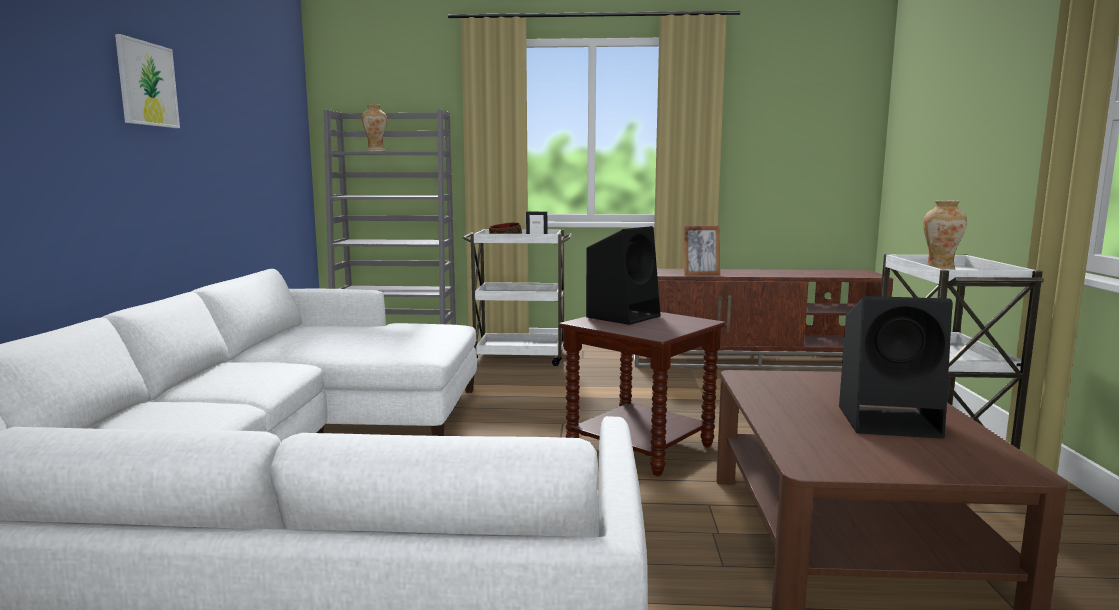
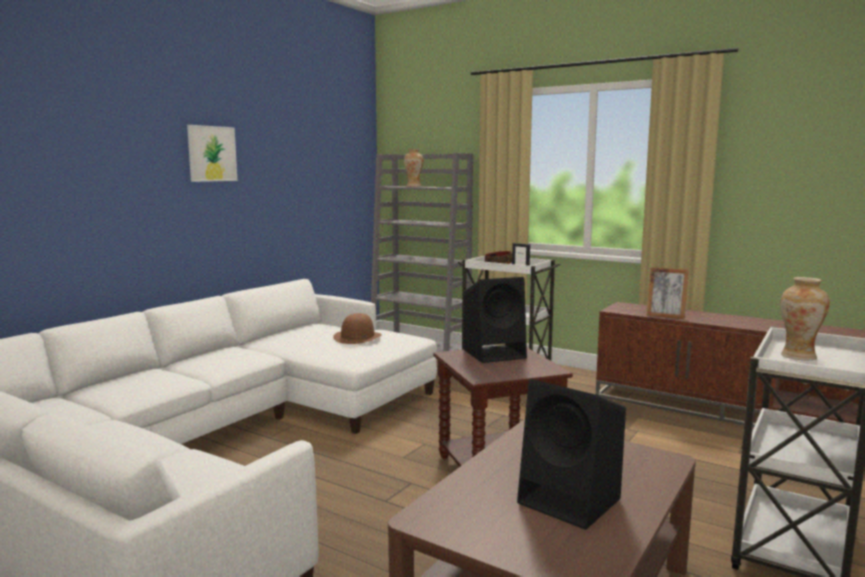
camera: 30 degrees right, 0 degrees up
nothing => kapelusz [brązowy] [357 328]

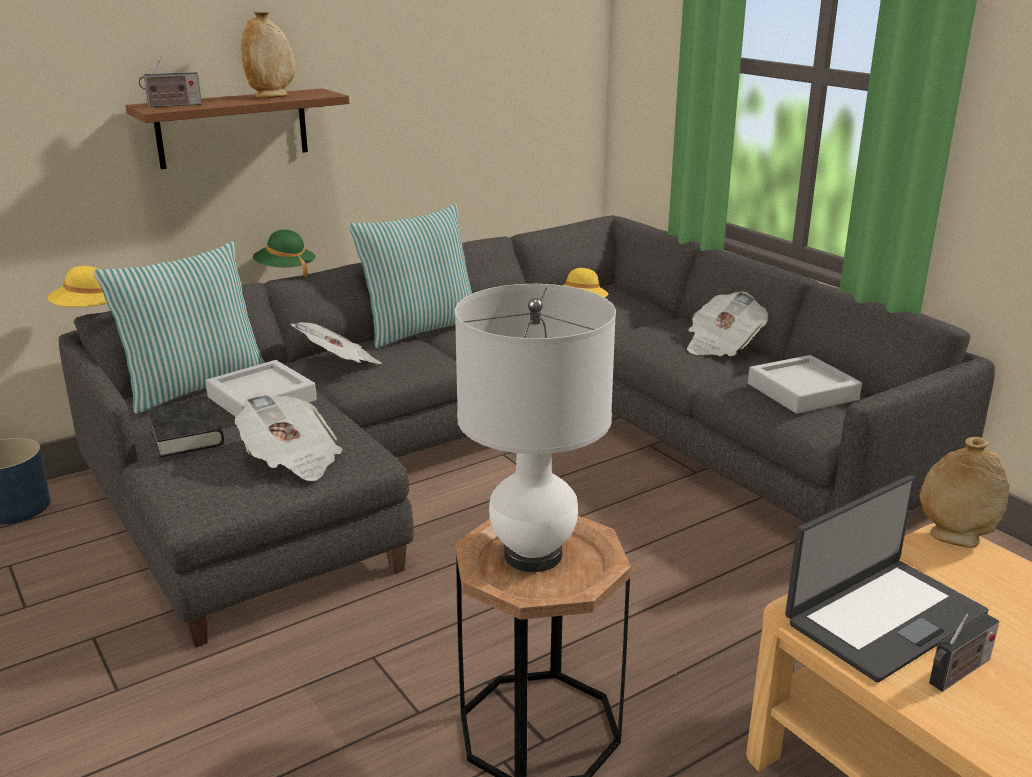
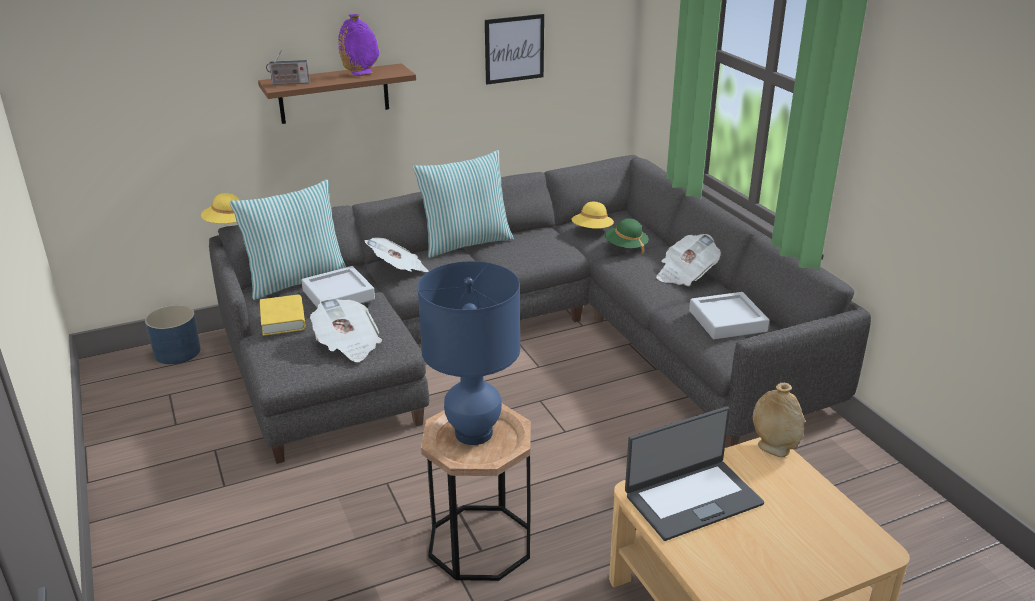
camera: 10 degrees right, 5 degrees up
książka [czarny] [186 428] => książka [żółty] [283 315]
wazon [beżowy] [268 54] => wazon [fioletowy] [358 45]
kapelusz [zielony] [284 253] => kapelusz [zielony] [627 236], move
lampa stołowa [biały] [535 428] => lampa stołowa [niebieski] [468 353]
radio [964 653] => nothing
nothing => obraz [514 49]

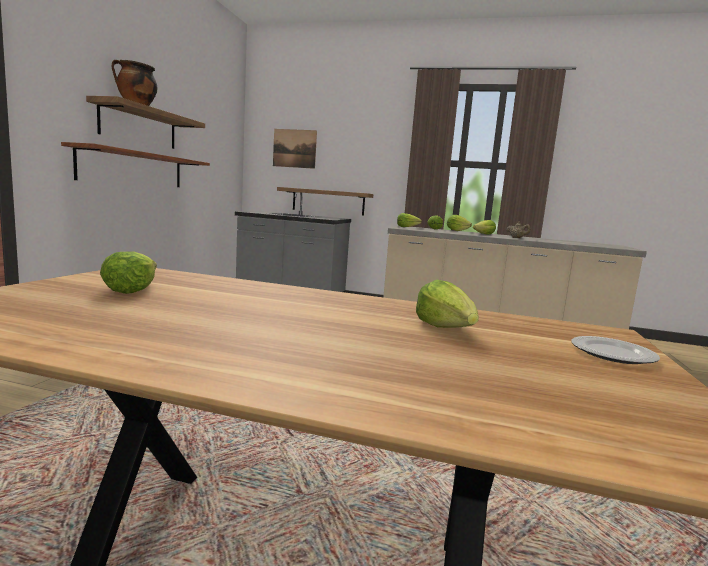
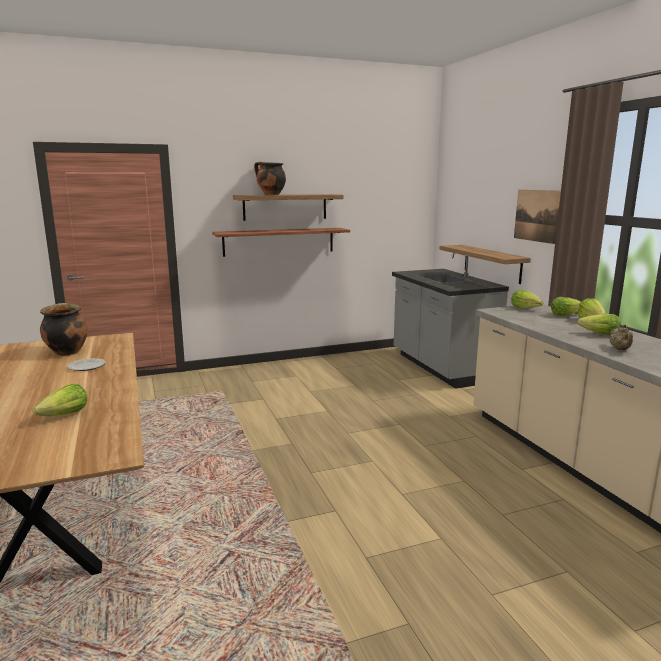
camera: 55 degrees right, 5 degrees up
sałata [128 273] => garnek [64 329]
obraz [295 149] => obraz [537 217], move
talerz [615 350] => talerz [86 364], move

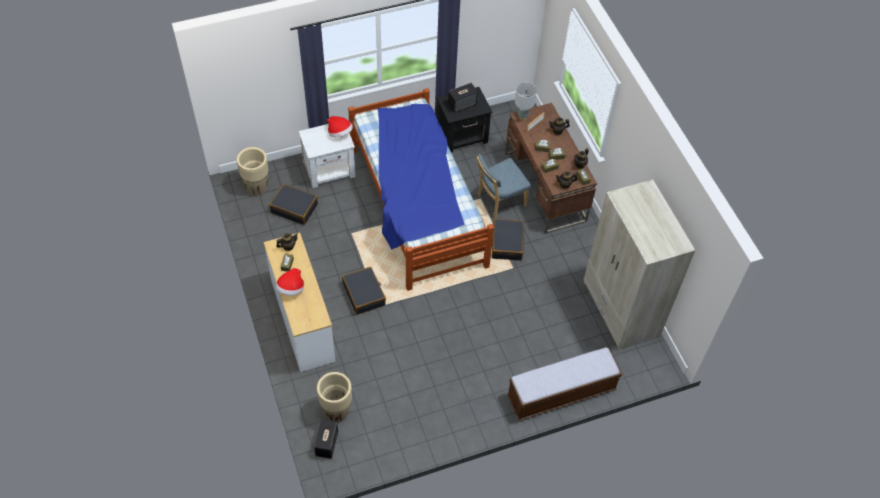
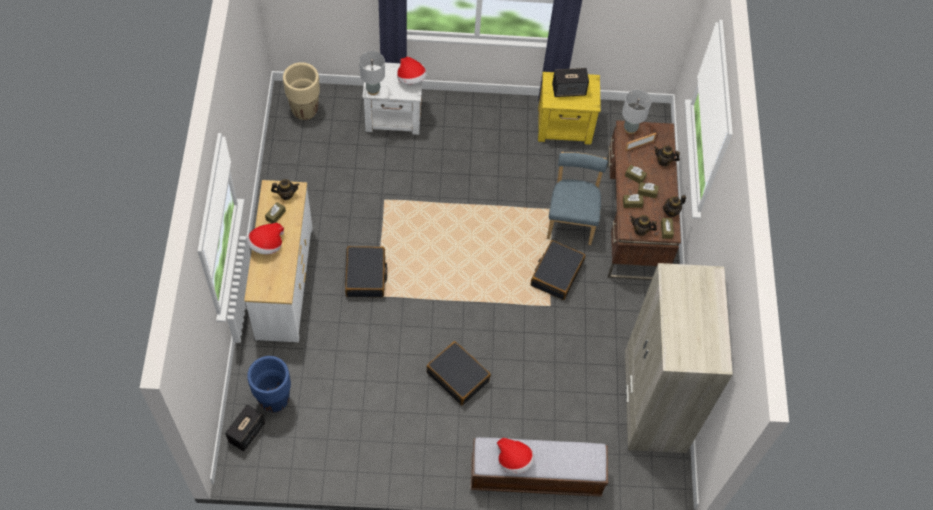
camera: 20 degrees right, 5 degrees up
walizka [czarny] [293 204] => walizka [czarny] [459 373], move
donica [beżowy] [334 397] => donica [niebieski] [269 384]
łóżko [421 189] => nothing
szafka nocna [czarny] [464 119] => szafka nocna [żółty] [569 108]
krzesło [niebieski] [504 186] => krzesło [niebieski] [577 198], 105 degrees clockwise
nothing => lampa stołowa [szary] [372 73]
nothing => kapelusz [516 456]

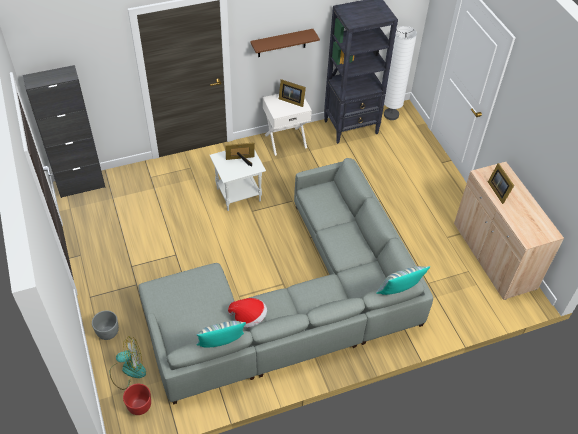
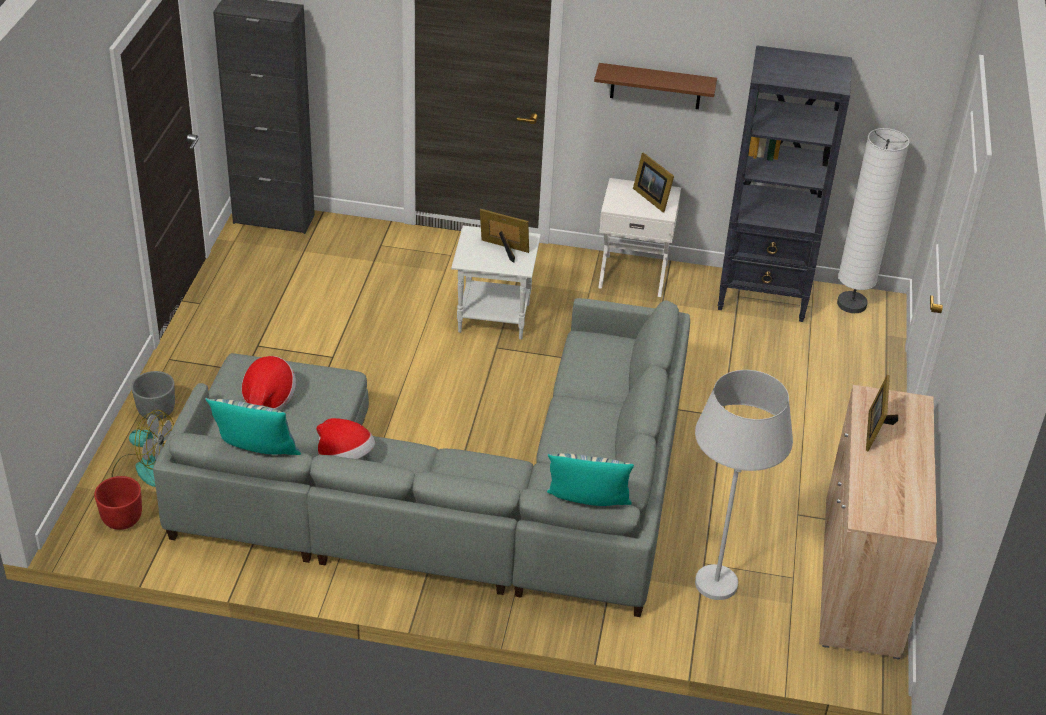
camera: 30 degrees right, 10 degrees down
nothing => kapelusz [268 383]
nothing => lampa stojąca [biały] [744 485]

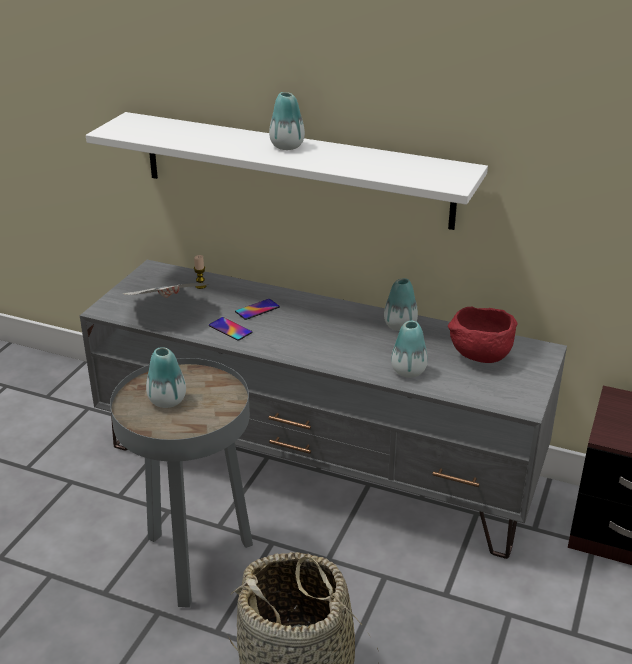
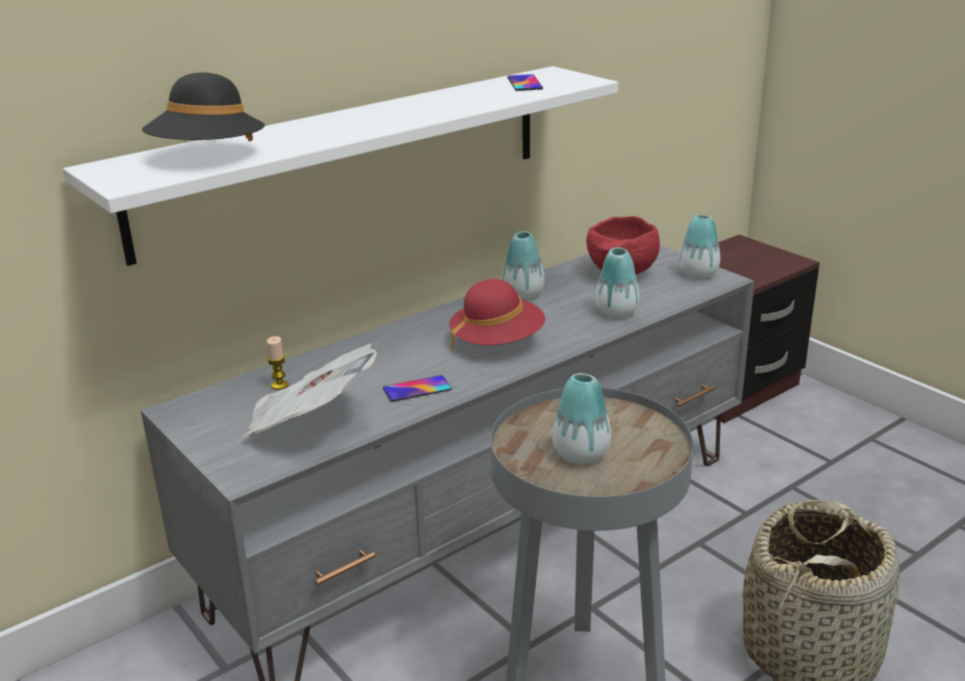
camera: 60 degrees left, 5 degrees down
telefon [257 309] => telefon [525 82], move
wazon [287 121] => wazon [699 247], move
nothing => kapelusz [czarny] [203 106]
nothing => kapelusz [czerwony] [497 314]

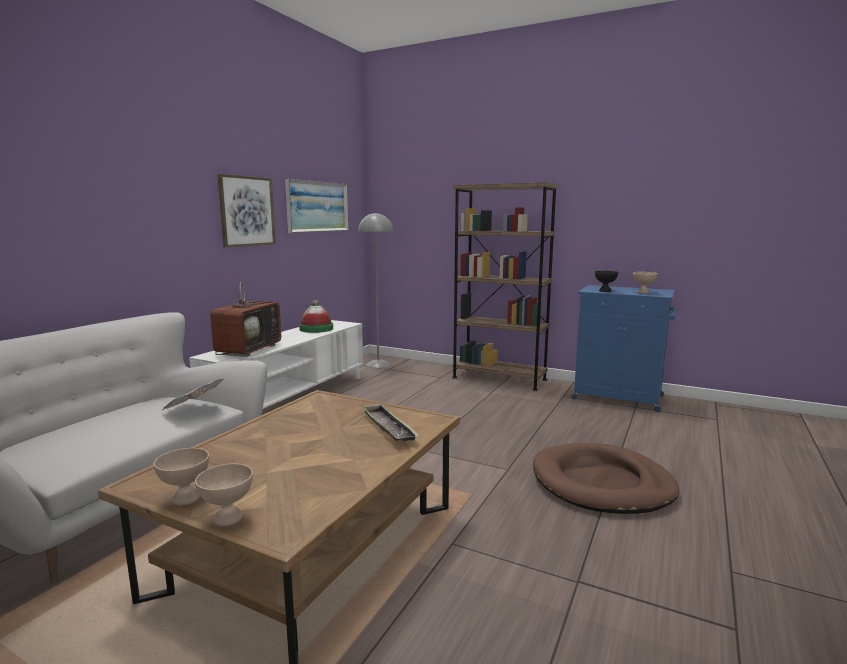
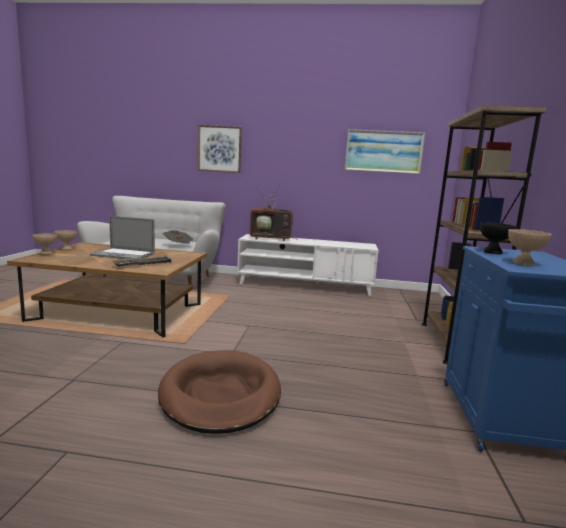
camera: 70 degrees right, 0 degrees up
obraz [246 211] => obraz [220 149], move
kapelusz [316 316] => nothing
lampa stojąca [szary] [375 290] => nothing
nothing => laptop [122 237]

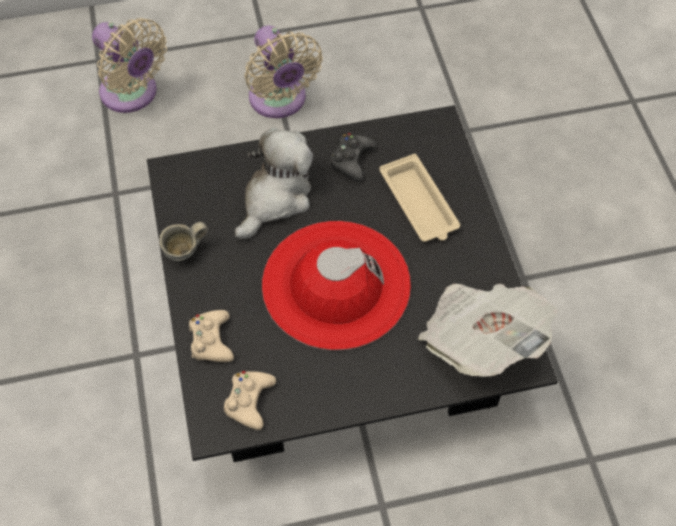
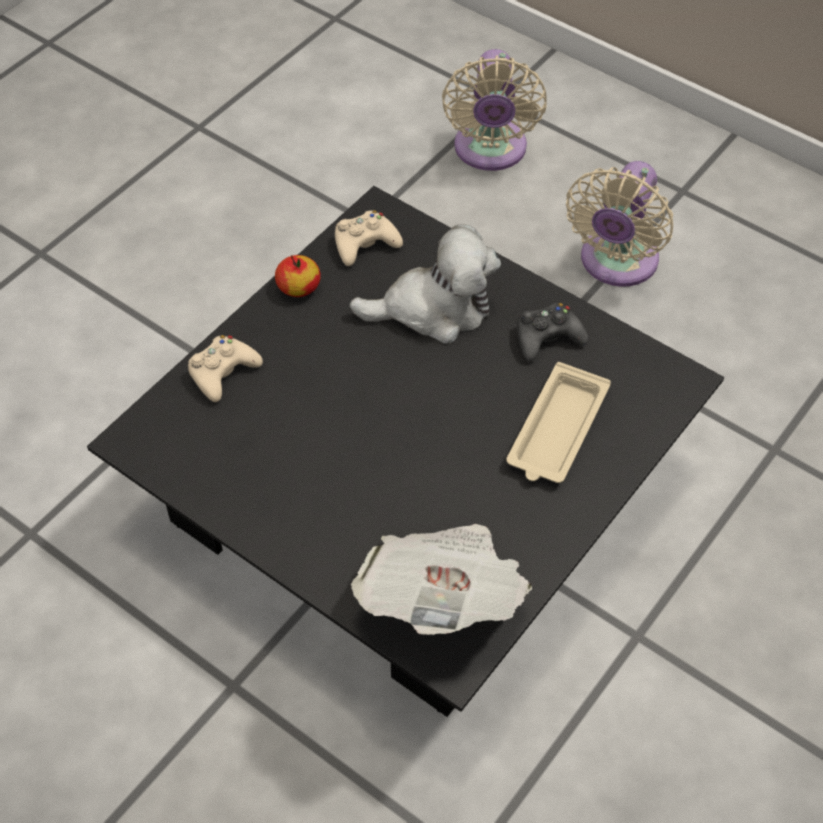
camera: 50 degrees right, 5 degrees down
kubek [szary] [183 241] => jabłko [298 276]
pad do gier [beżowy] [250 400] => pad do gier [beżowy] [369 238], move
kapelusz [czerwony] [336 285] => nothing

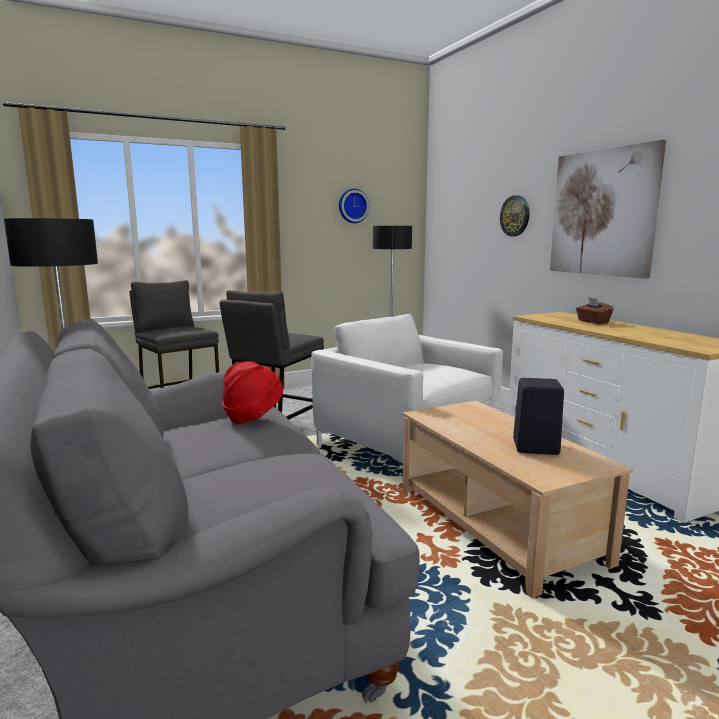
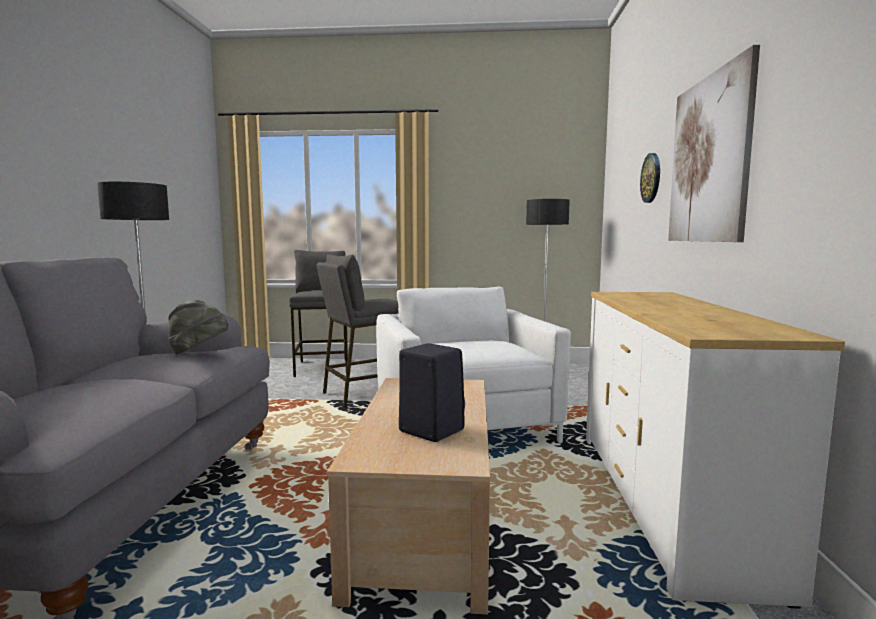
camera: 30 degrees right, 5 degrees down
kapelusz [czerwony] [252 392] => kapelusz [szary] [198 327]
zegar ścienny [354 206] => nothing
pudełko chusteczek [brązowy] [595 310] => nothing

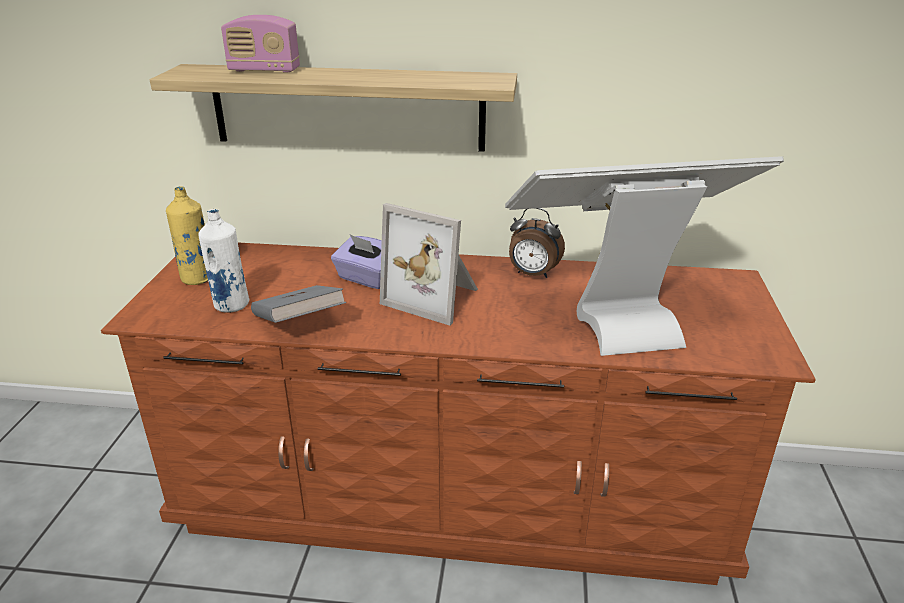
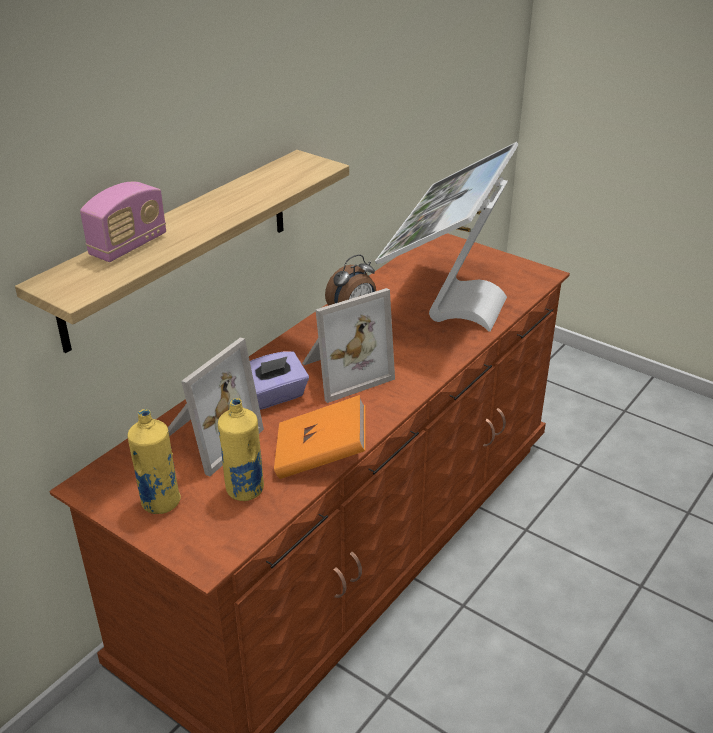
camera: 60 degrees left, 5 degrees up
butelka [biały] [223 261] => butelka [żółty] [241 449]
książka [szary] [298 304] => książka [pomarańczowy] [320 437]
nothing => ramka na zdjęcie [216 407]

